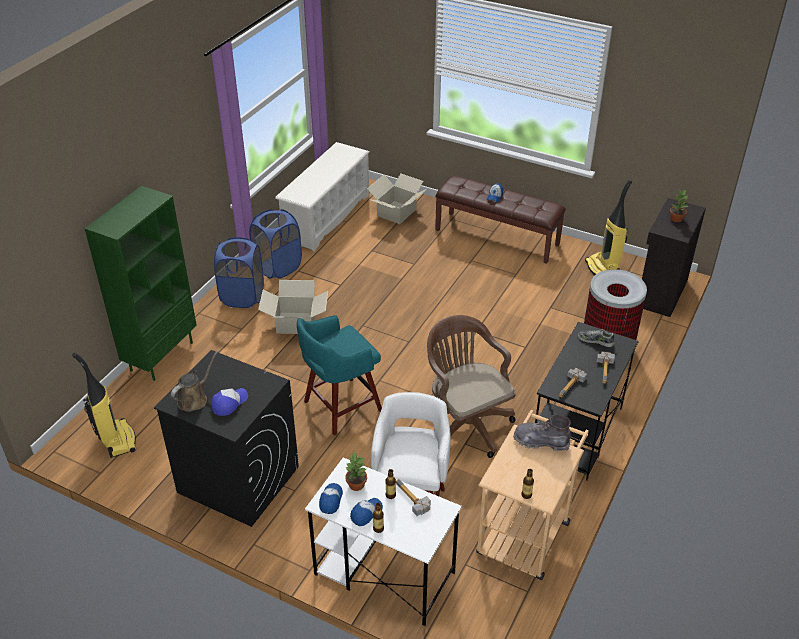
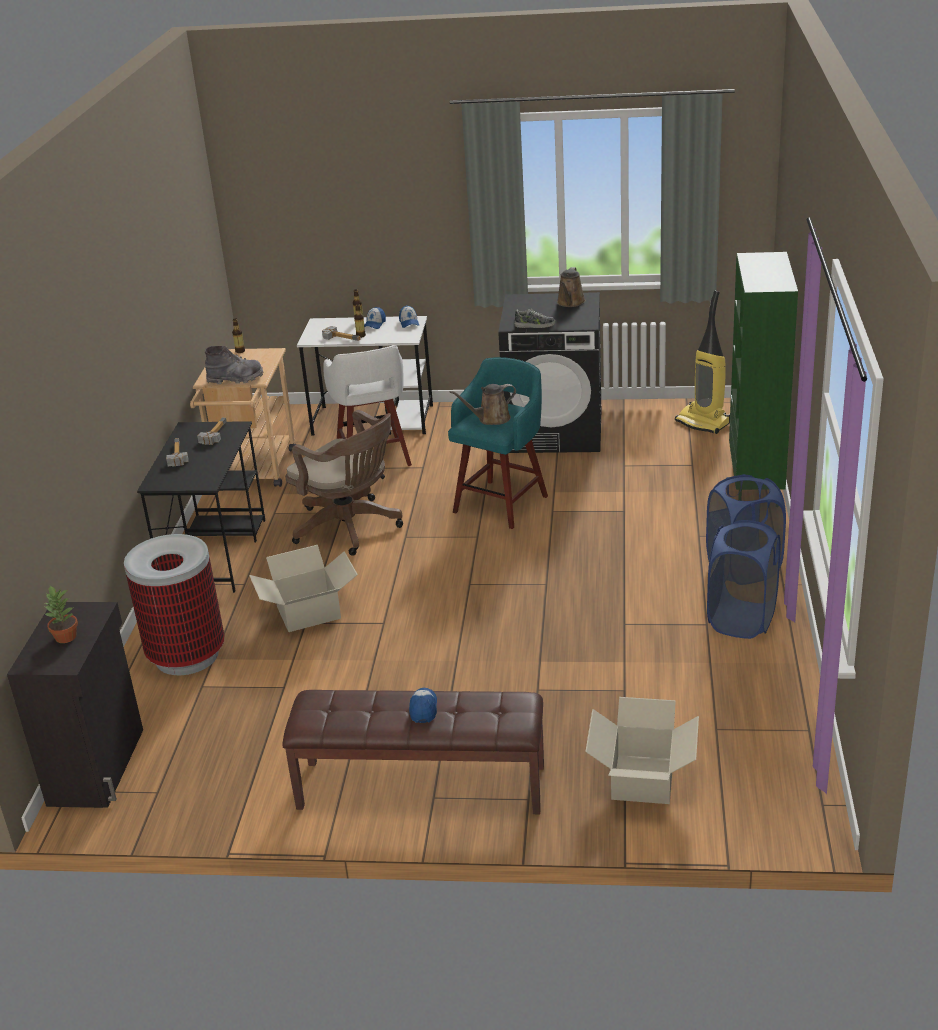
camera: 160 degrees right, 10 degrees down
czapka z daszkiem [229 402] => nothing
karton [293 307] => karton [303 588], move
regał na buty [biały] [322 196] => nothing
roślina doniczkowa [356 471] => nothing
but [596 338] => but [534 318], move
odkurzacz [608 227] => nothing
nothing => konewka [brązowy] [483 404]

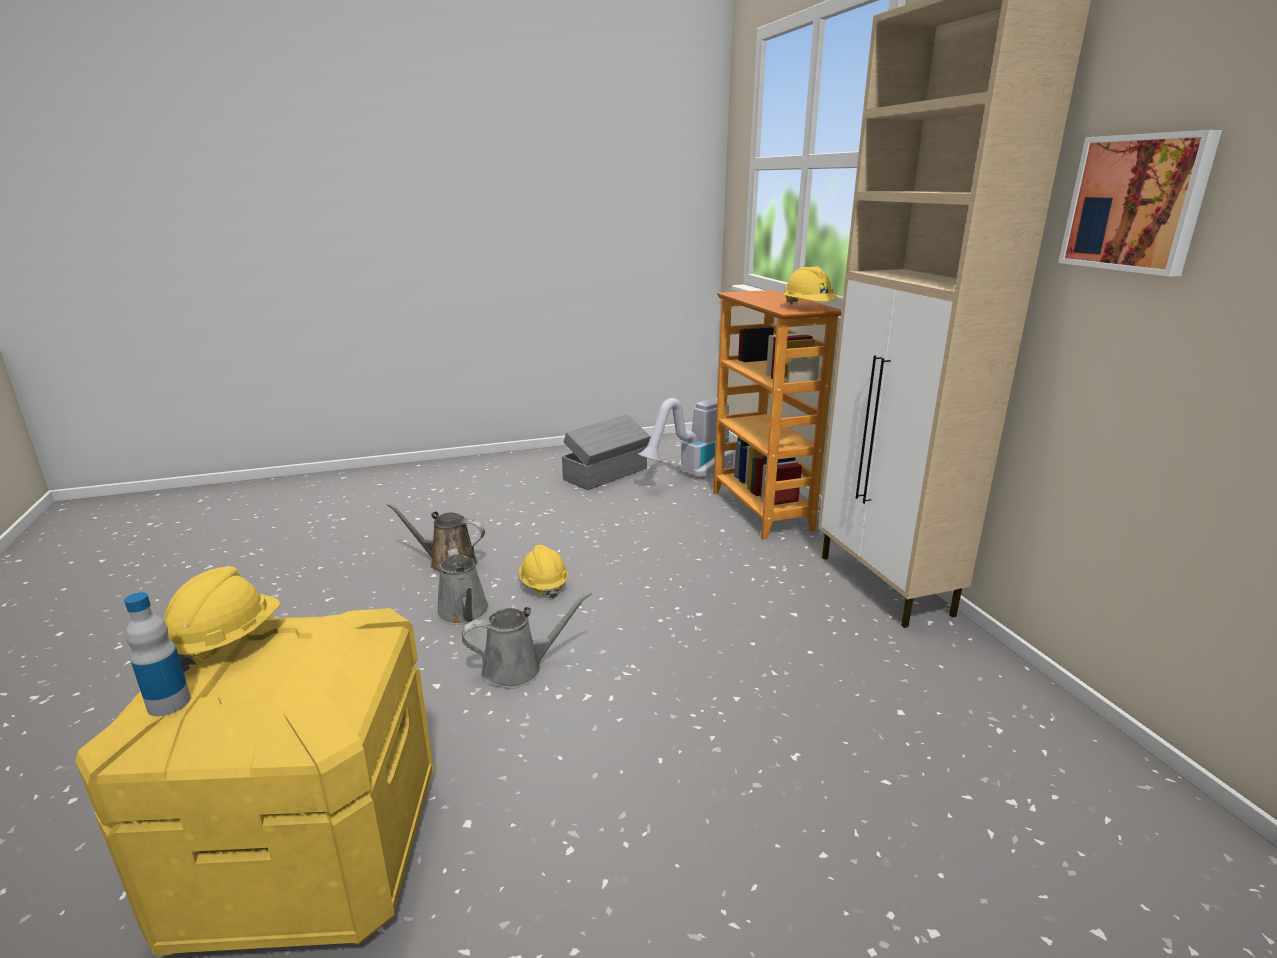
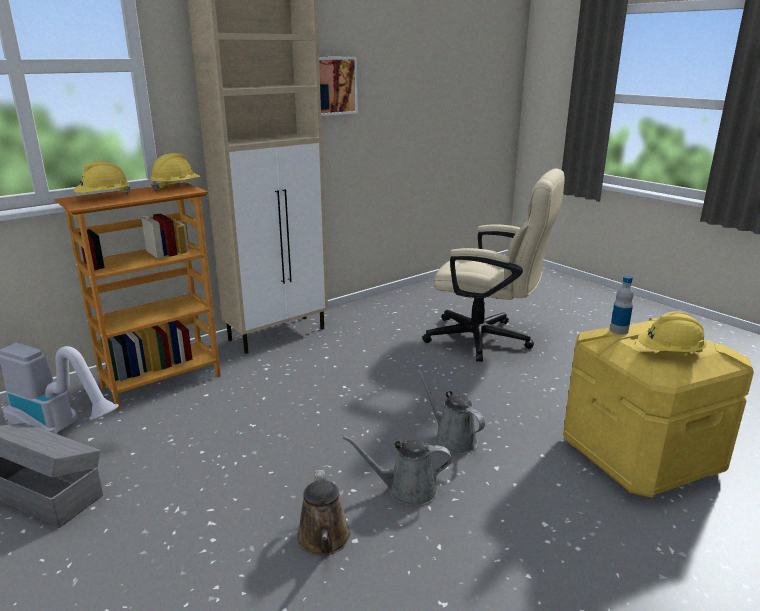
camera: 110 degrees left, 0 degrees up
butelka [157 654] => butelka [622 305], move
konewka [szary] [462 586] => konewka [szary] [397 471], 135 degrees counterclockwise
kask [żółty] [543 572] => kask [żółty] [101 177], move
nothing => krzesło biurowe [beżowy] [493 265]

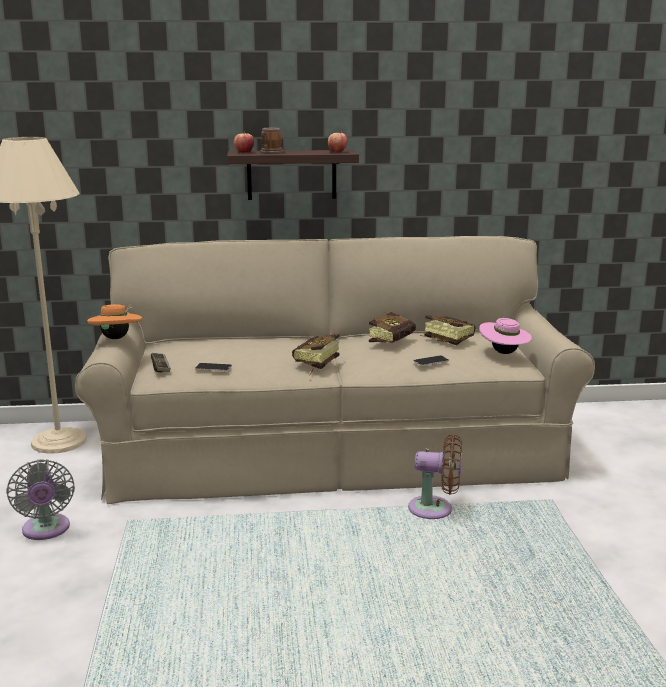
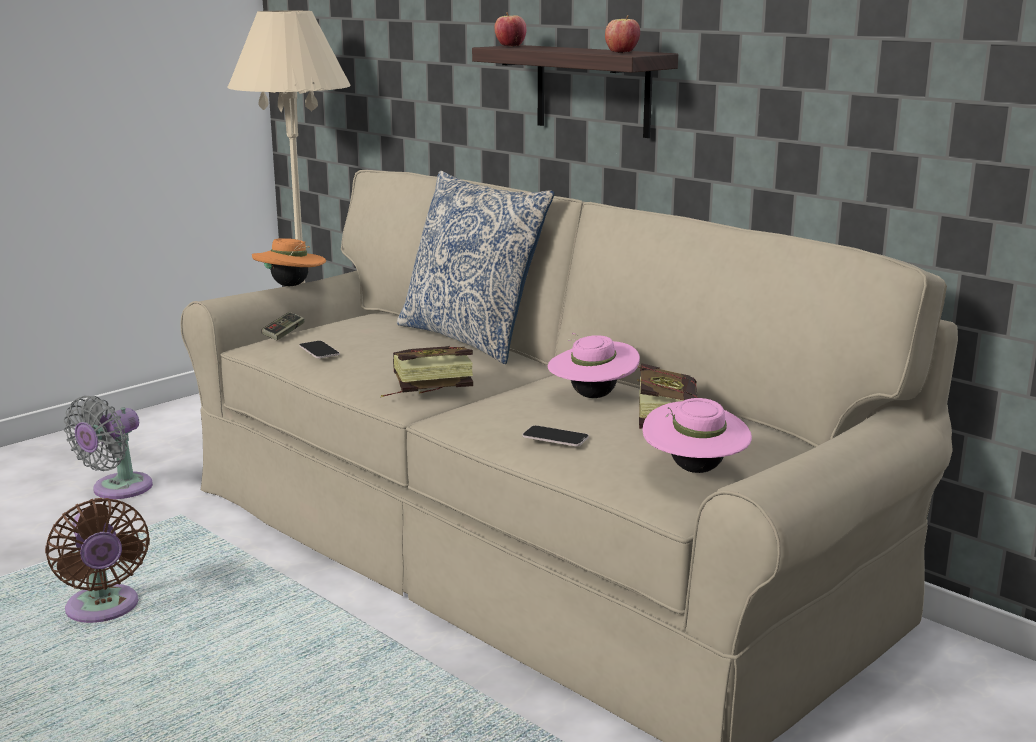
camera: 50 degrees right, 0 degrees up
kubek [272 141] => nothing
książka [392 327] => kapelusz [różowy] [594 365]
wentylator [brązowy] [435 476] => wentylator [brązowy] [97 560], move
nothing => poduszka [475 267]

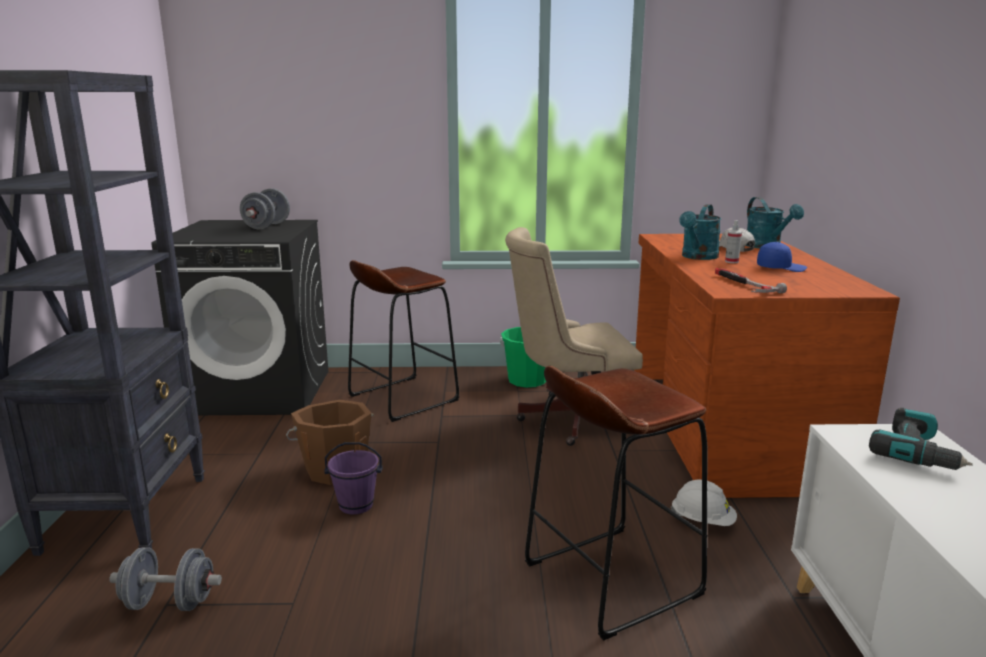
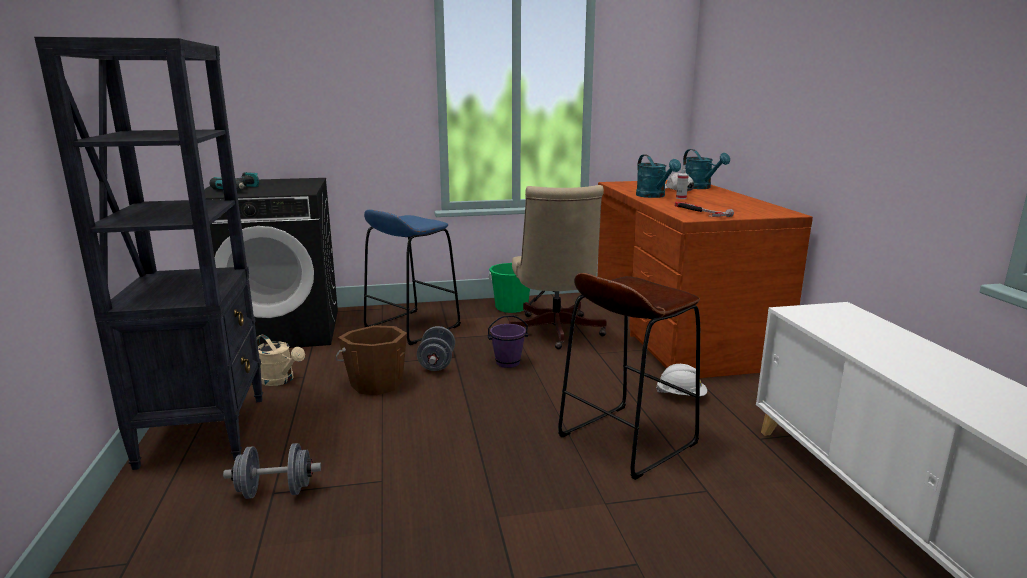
camera: 10 degrees left, 0 degrees up
hantel [szary] [265 208] => hantel [szary] [436 348], move
wiadro [fioletowy] [353 478] => wiadro [fioletowy] [508 341], move
stołek [brązowy] [403 341] => stołek [niebieski] [412 277]
krzesło biurowe [beżowy] [574 336] => krzesło biurowe [beżowy] [558 267], 75 degrees counterclockwise
konewka [turkusowy] [700 232] => konewka [turkusowy] [658 176], 45 degrees counterclockwise
czapka z daszkiem [niebieski] [782 257] => nothing
wiertarka [921 439] => wiertarka [234 181], move
nothing => konewka [beżowy] [281 360]

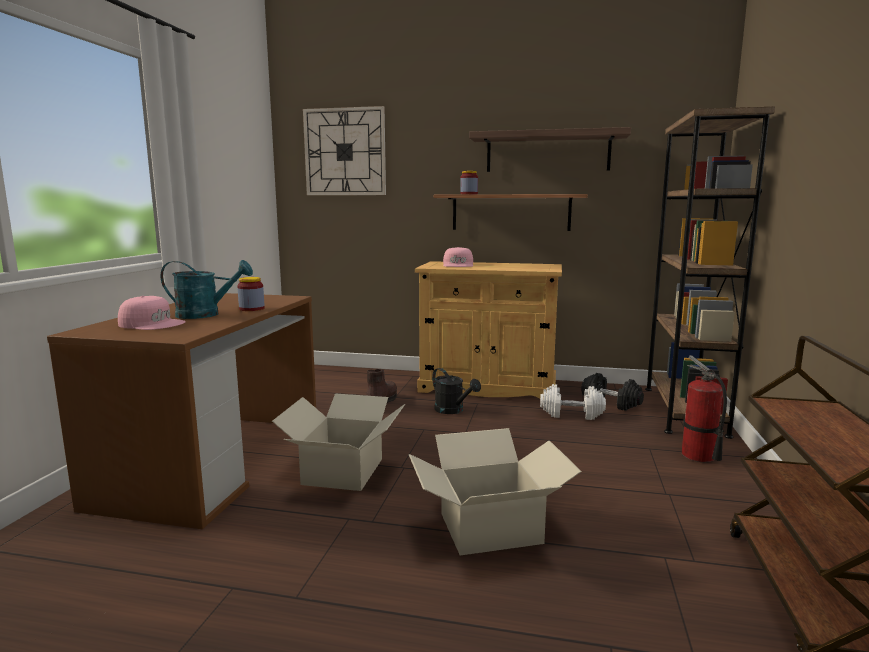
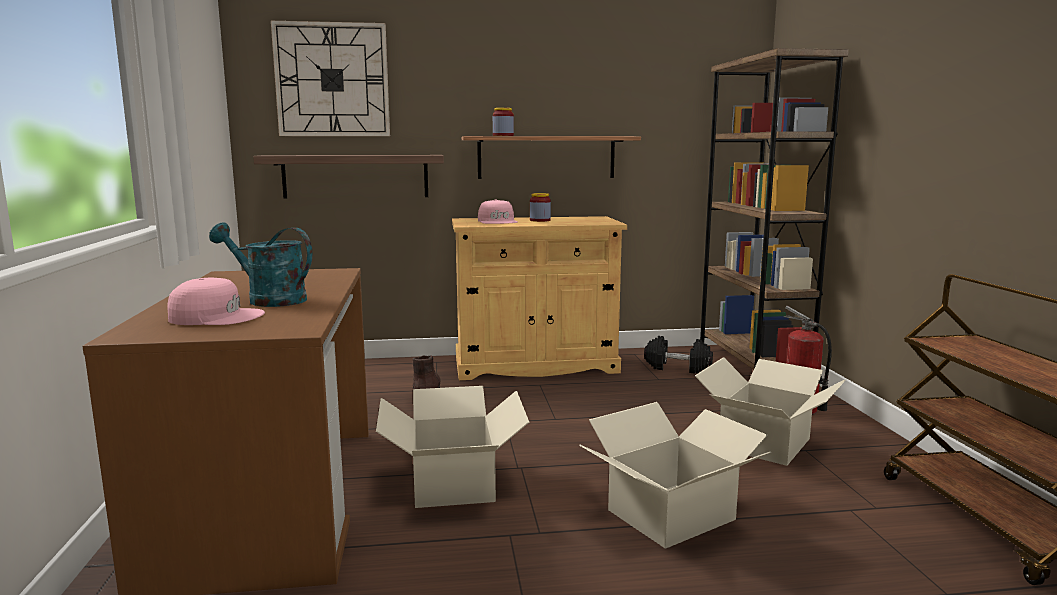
camera: 20 degrees left, 0 degrees up
konewka [turkusowy] [206 289] => konewka [turkusowy] [260 264], 135 degrees counterclockwise
słoik [251 294] => słoik [540 207], move
konewka [czarny] [456 391] => nothing
półka [550 149] => półka [348 177], move
hantel [biały] [573 402] => nothing
nothing => karton [770 411]

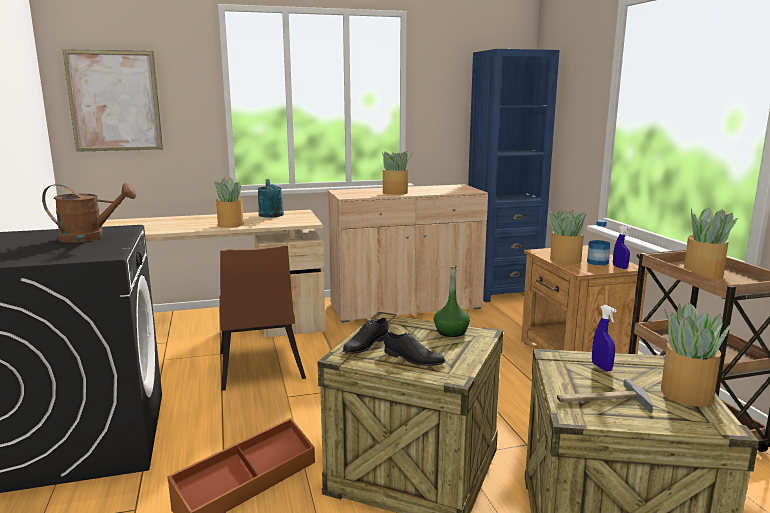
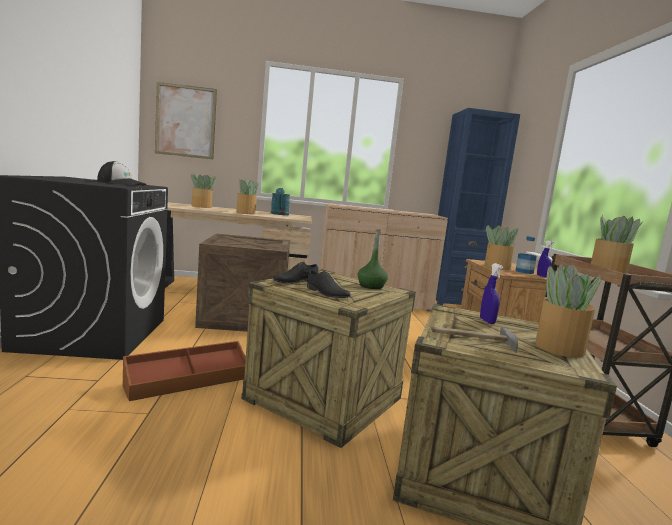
camera: 10 degrees right, 5 degrees down
konewka [brązowy] [89 213] => czapka z daszkiem [122 173]
krzesło [brązowy] [262 318] => skrzynka [242 283]
roślina doniczkowa [397 173] => roślina doniczkowa [203 190], move

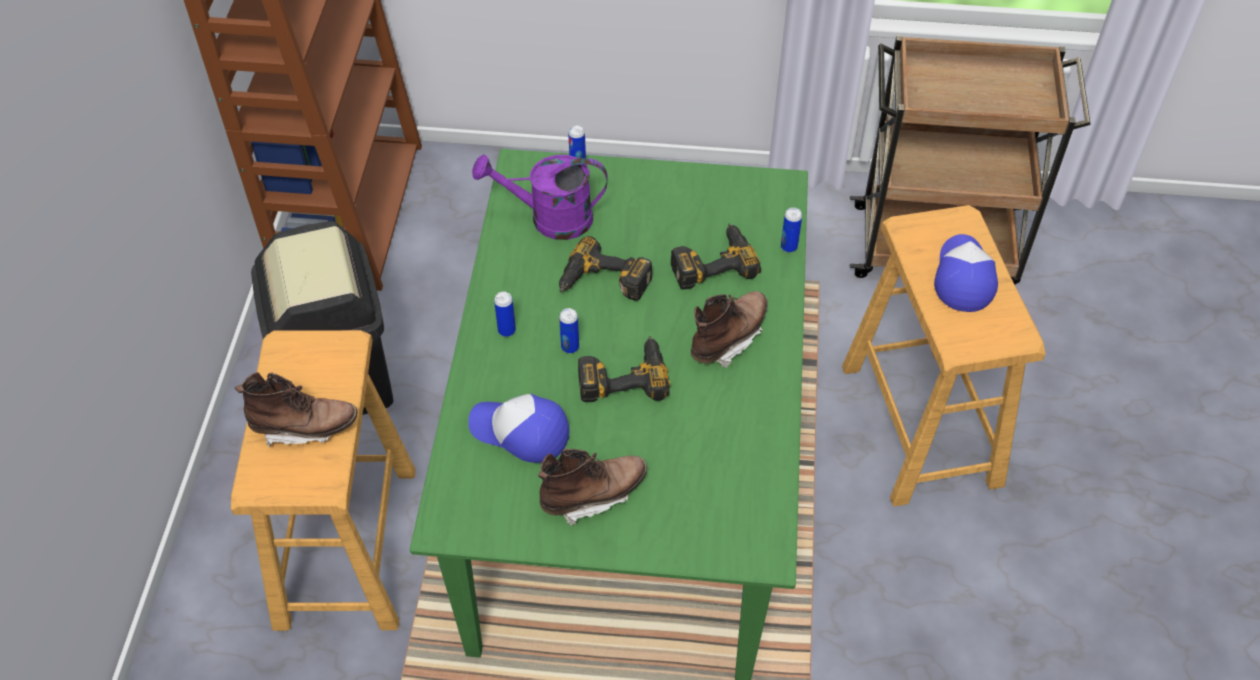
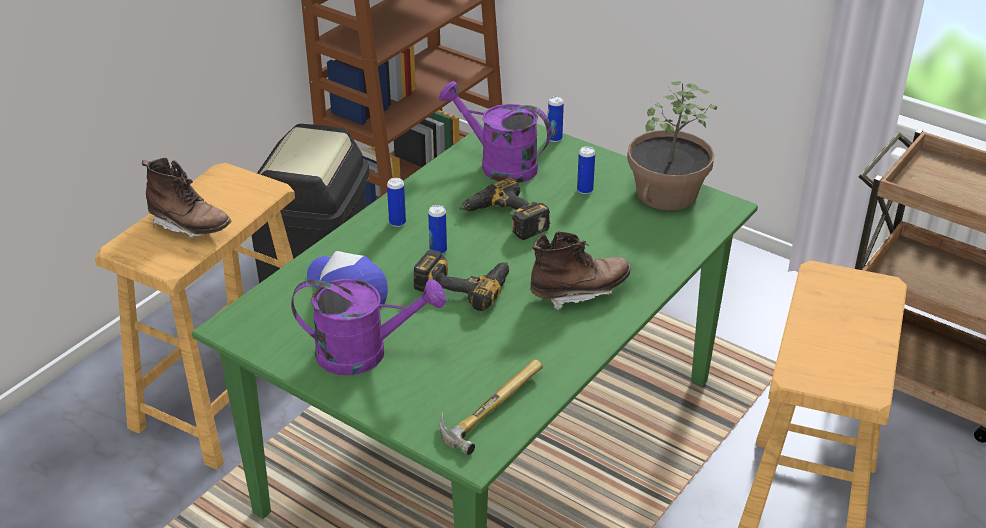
camera: 30 degrees right, 15 degrees down
but z cholewką [brązowy] [592 487] => konewka [fioletowy] [368 327]
wiertarka [716 256] => nothing
puszka [791 230] => puszka [586 170], move
czapka z daszkiem [966 273] => nothing
nothing => młotek [491 407]
nothing => roślina doniczkowa [672 145]

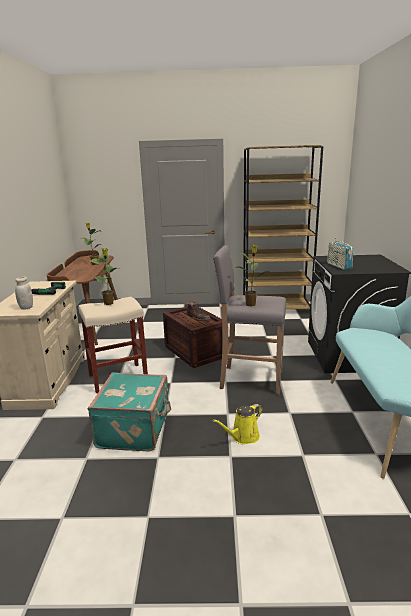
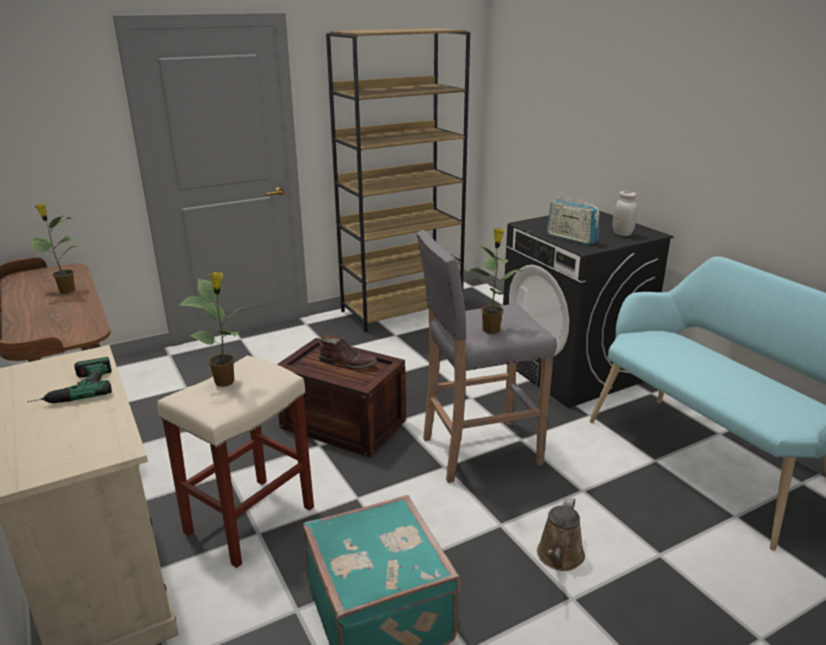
camera: 30 degrees left, 5 degrees up
słoik [biały] [24 293] => słoik [biały] [625 213], move
konewka [żółty] [237 424] => konewka [brązowy] [561 534]

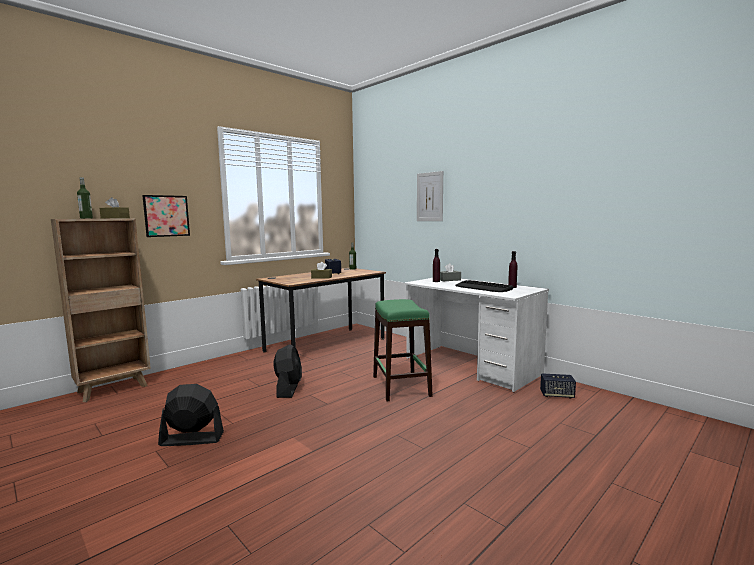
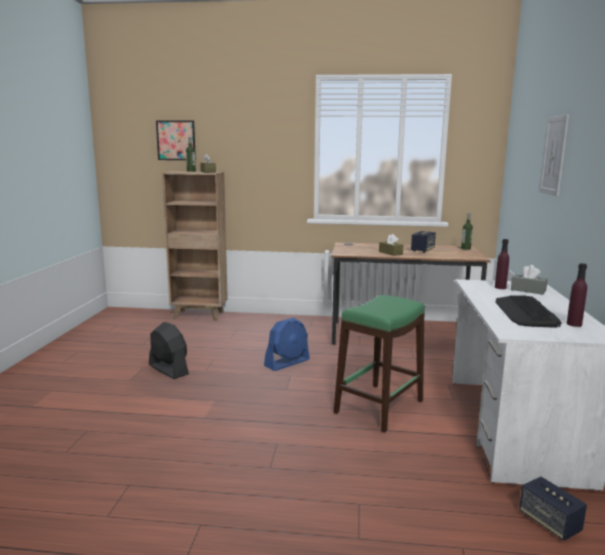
camera: 50 degrees right, 5 degrees up
obraz [166 216] => obraz [176 140], move
wentylator [czarny] [287 371] => wentylator [niebieski] [287 344]

